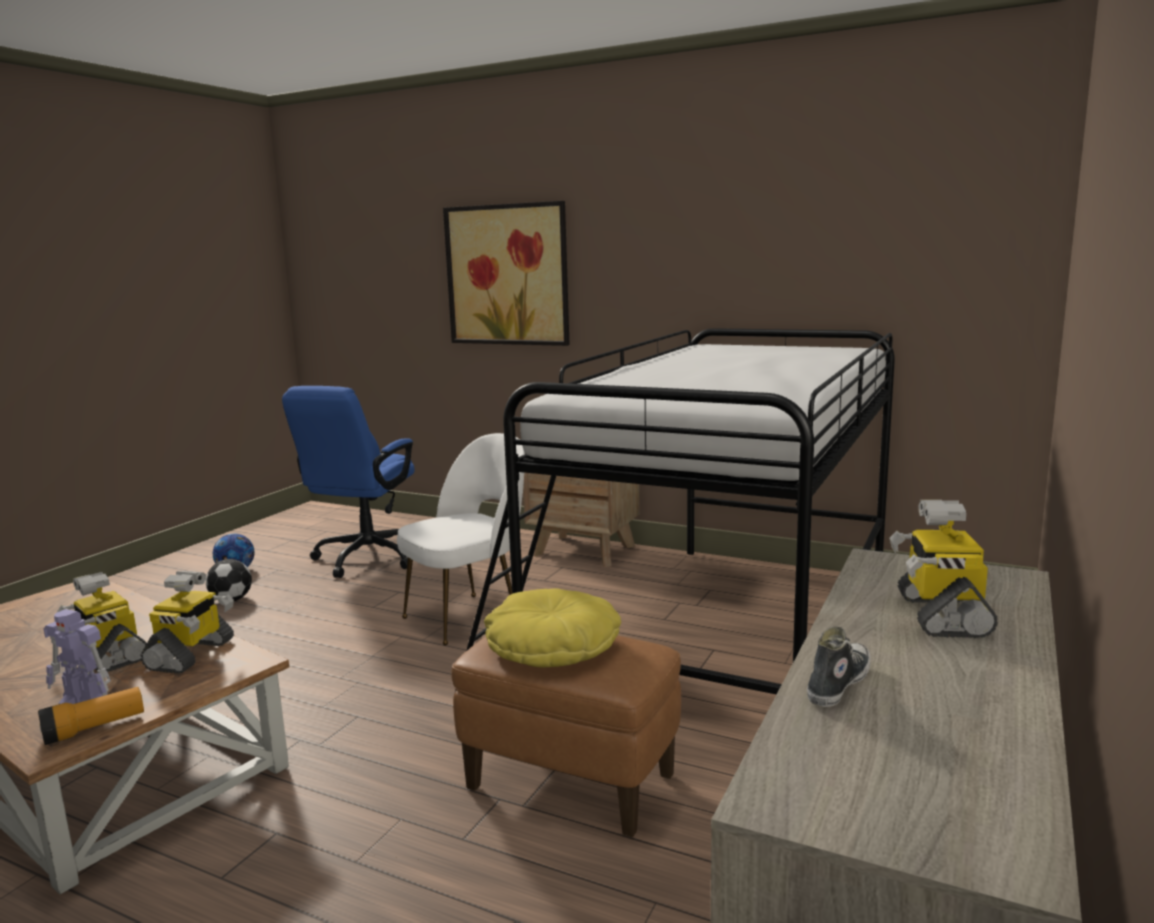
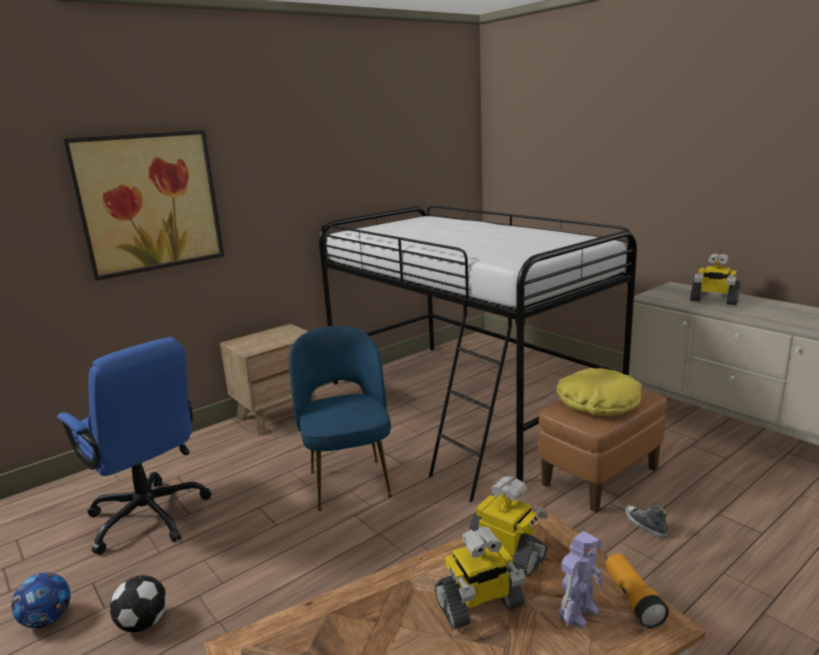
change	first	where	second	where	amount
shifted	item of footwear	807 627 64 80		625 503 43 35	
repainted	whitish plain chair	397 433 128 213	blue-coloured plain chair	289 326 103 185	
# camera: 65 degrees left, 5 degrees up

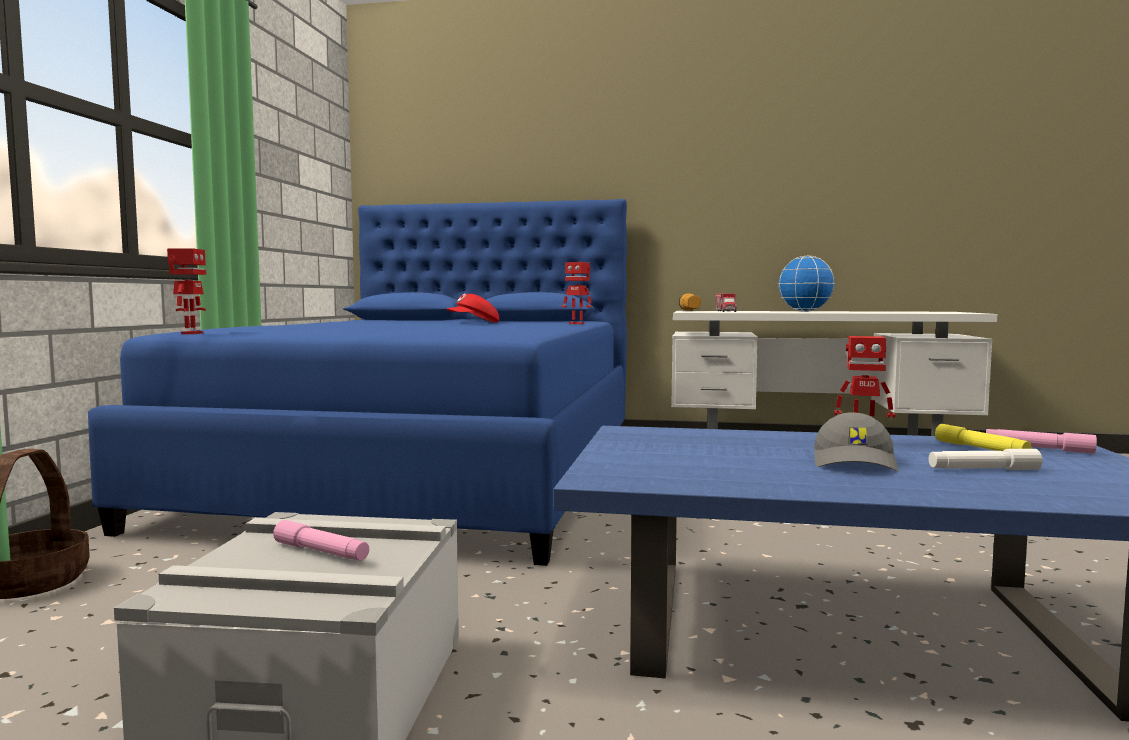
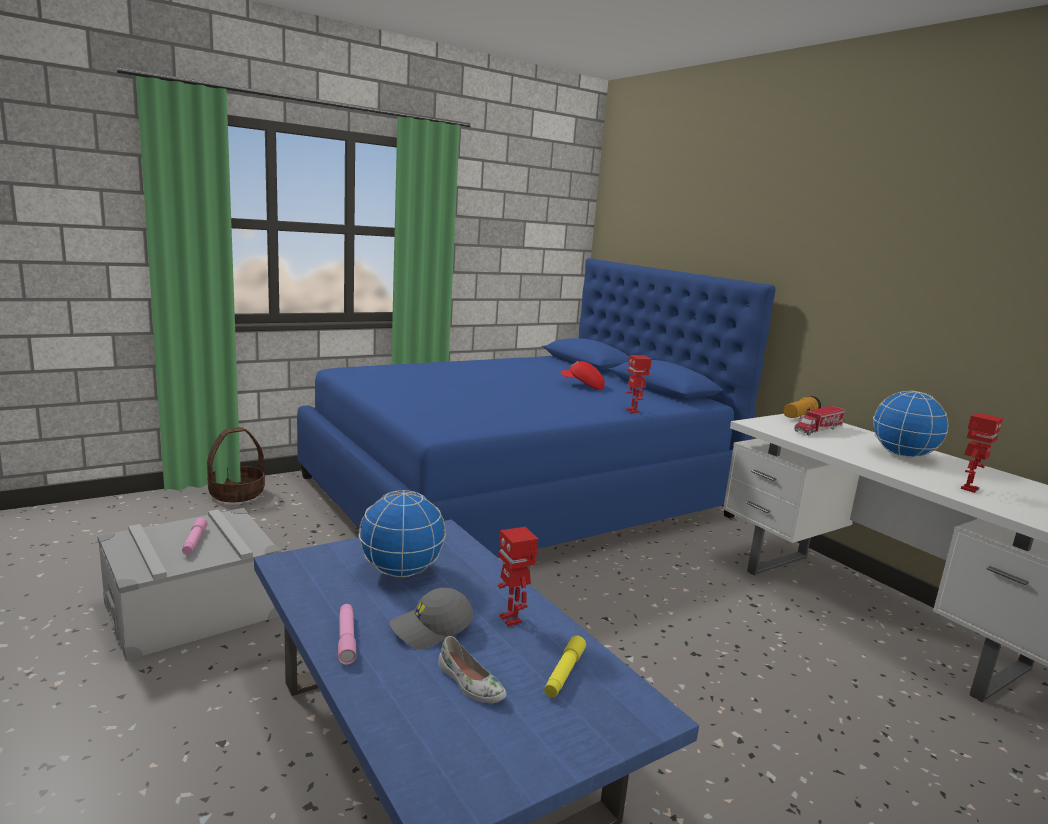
change	first	where	second	where	amount
new			globe	359 490 87 87	
shifted	toy robot	167 248 39 86		961 413 42 80	
shifted	pink-coloured flashlight	986 429 111 25		338 604 18 61	
swapped	whitish flashlight	929 449 114 21	whitish item of footwear	438 636 69 67	
# camera: 45 degrees right, 10 degrees up

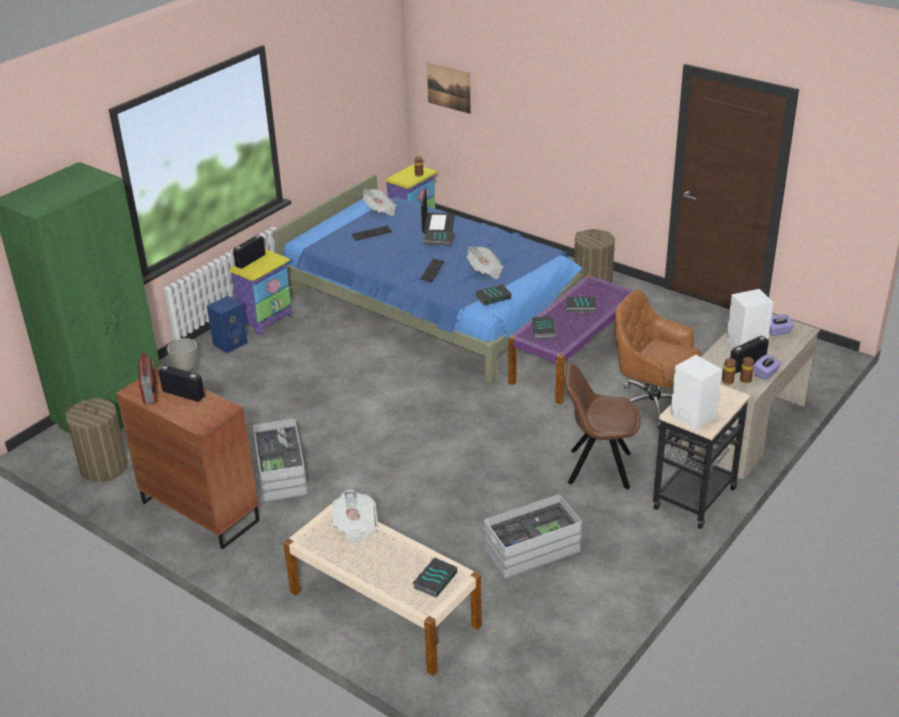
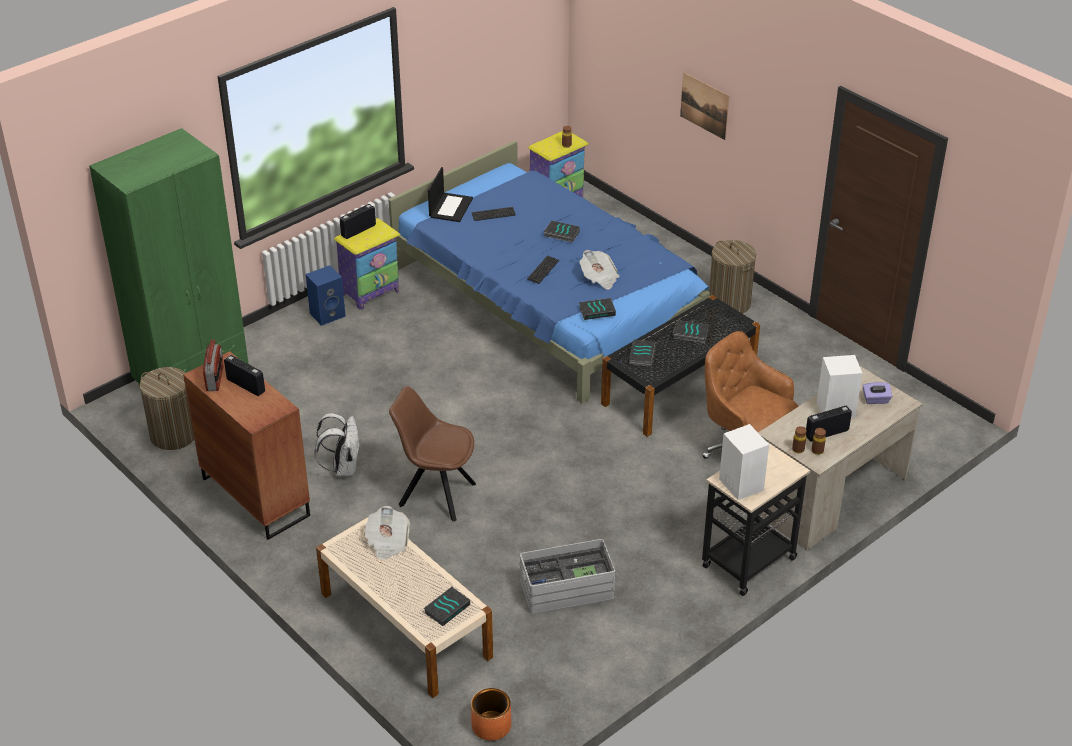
change	first	where	second	where	amount
gone	gray planter	167 338 31 34			
gone	newspaper	363 189 33 27			
gone	purple tissue holder	753 354 28 26			
new			orange planter	471 688 40 53	
shifted	portable computer	421 188 34 46		428 167 45 55	
shifted	wall art	427 62 44 52		680 72 49 68	
shifted	brown plain chair	564 363 77 126		389 386 87 135	
swapped	gray storage box	253 419 55 83	whitish backpack	314 413 46 64	
repainted	purple bench	508 275 126 130	blackish bench	601 295 159 142	
# camera: 10 degrees right, 5 degrees up

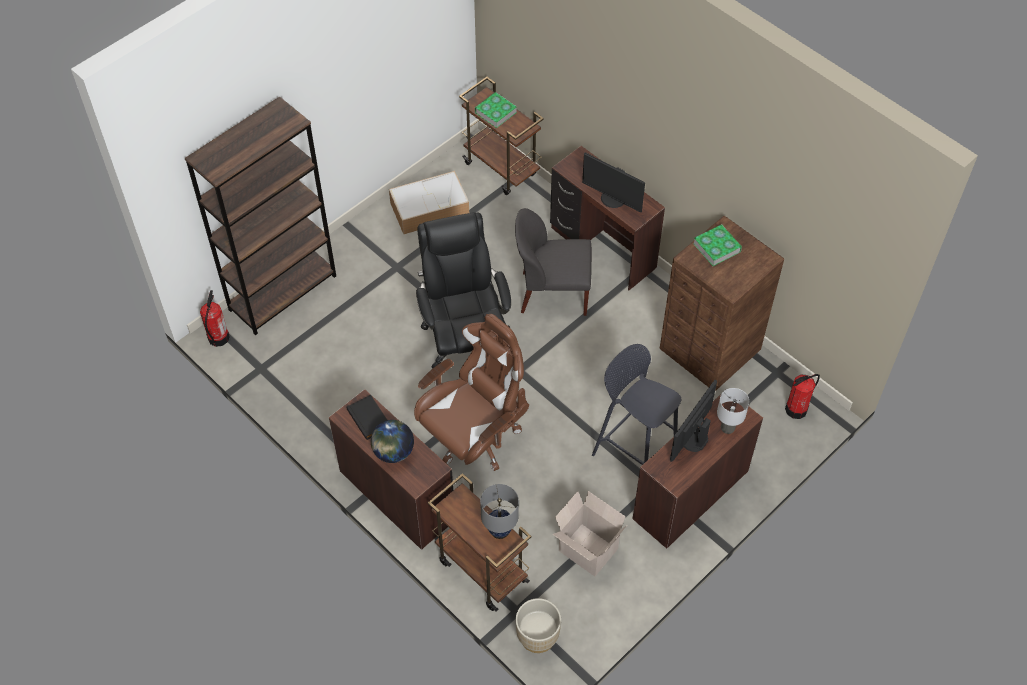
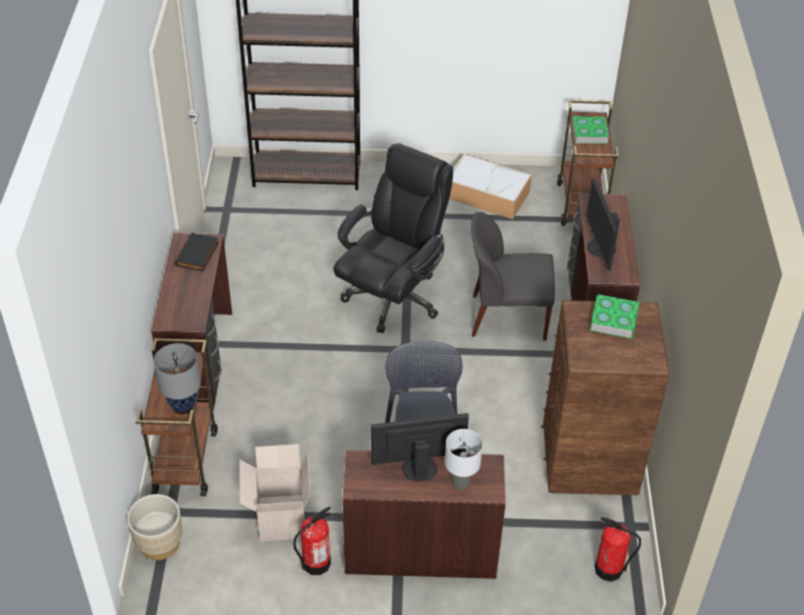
change	first	where	second	where	amount
gone	globe	371 420 43 43			
gone	brown desk chair	414 314 115 157			
shifted	fire extinguisher	200 290 30 57		293 506 38 69	
rotated	gray plain chair	515 208 77 108		471 212 84 129	45 degrees counterclockwise
# camera: 45 degrees right, 10 degrees down

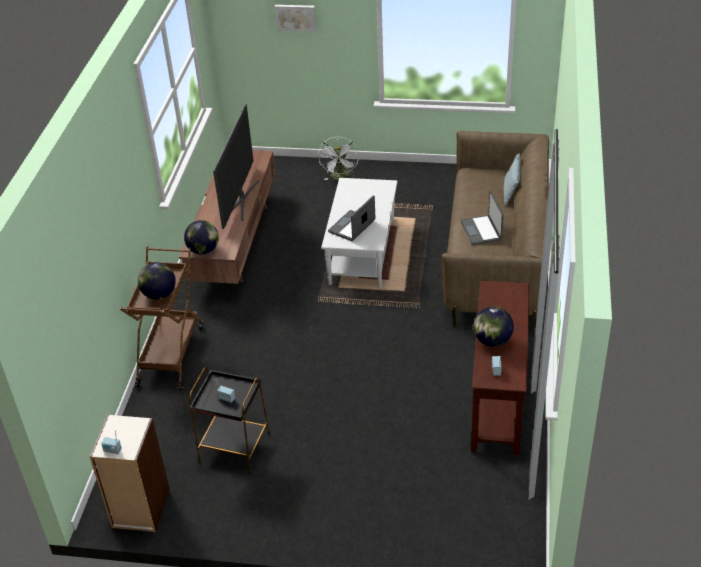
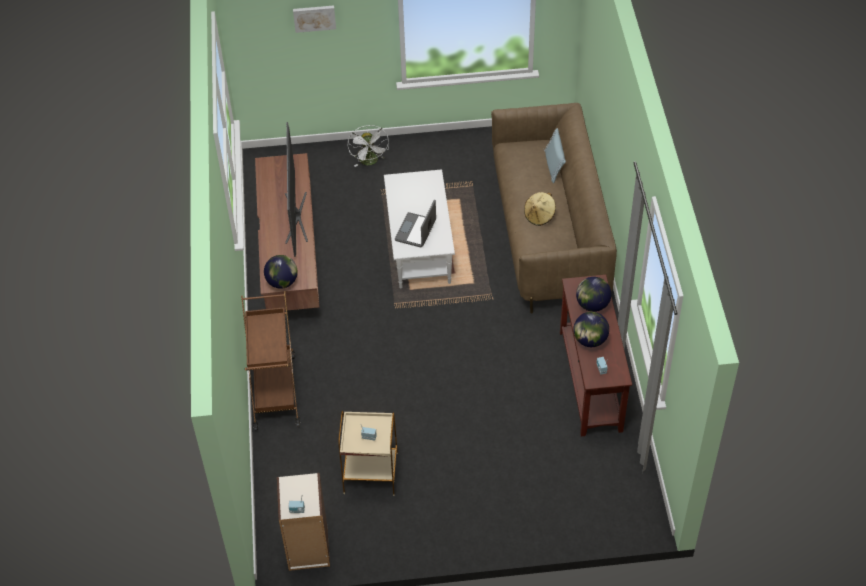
change	first	where	second	where	amount
shifted	globe	138 262 38 38		576 277 35 35	
swapped	portable computer	460 191 44 54	sand-coloured wearable hat	524 192 32 34	
repainted	blackish side table	189 366 81 108	sand-coloured side table	338 411 60 85	
# camera: 15 degrees left, 10 degrees up

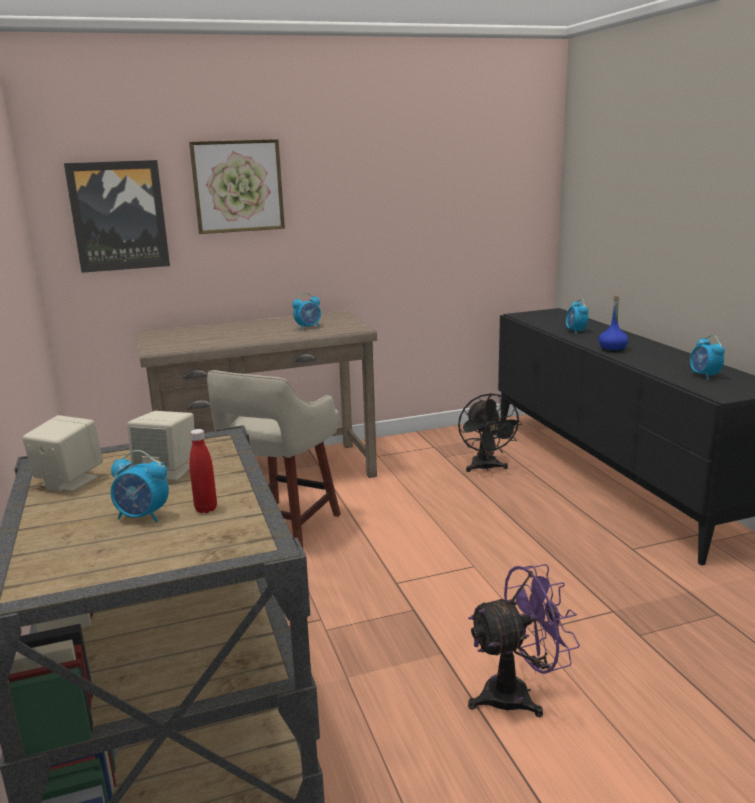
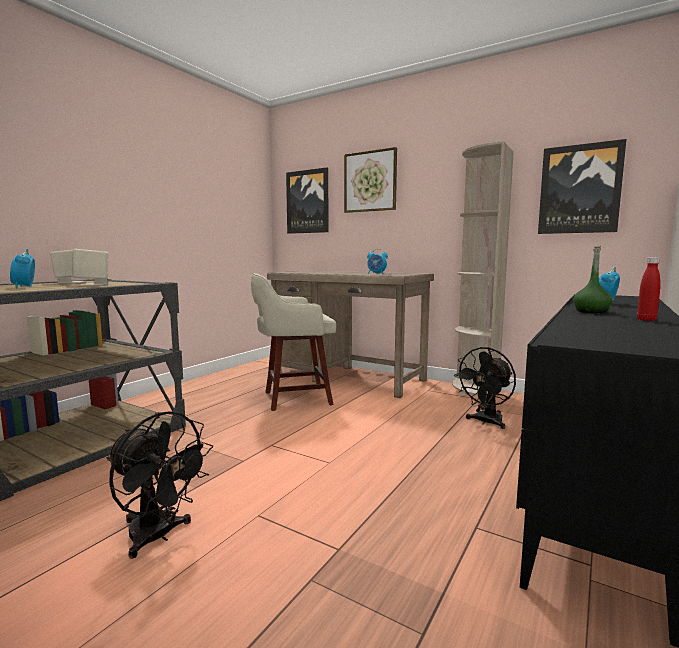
change	first	where	second	where	amount
gone	table clock	690 335 35 45			
new			sand-coloured shelving unit	452 141 62 255	
new			wall art	538 139 89 95	
shifted	red-coloured beverage bottle	189 429 28 84		637 257 24 64	
repainted	purple cooling fan	468 564 112 153	blackish cooling fan	107 411 106 148	
repainted	blue-coloured beverage bottle	599 295 30 57	green-coloured beverage bottle	573 246 39 67	
# camera: 50 degrees right, 10 degrees down

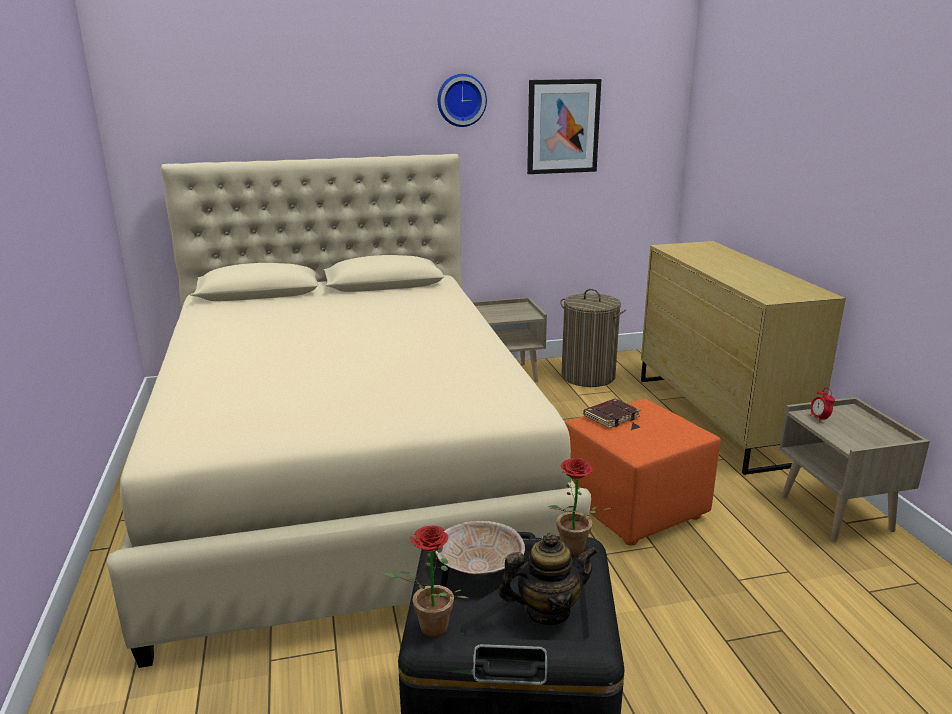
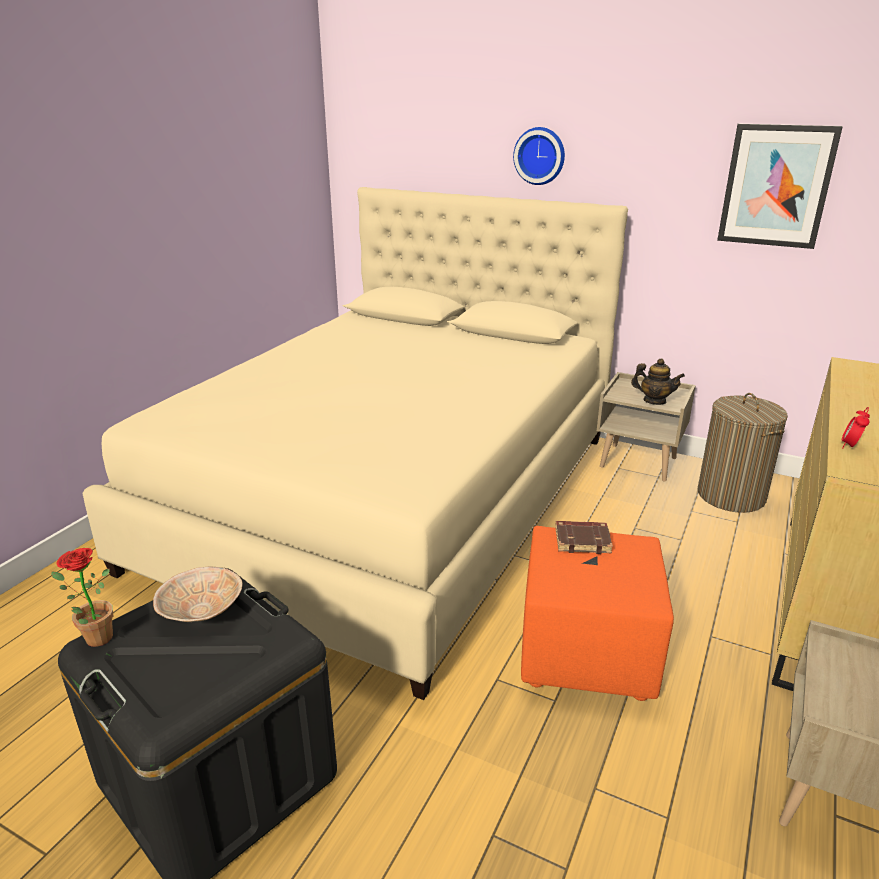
change	first	where	second	where	amount
gone	potted plant	548 458 64 97			
shifted	wall clock	438 74 49 53		513 127 52 58	
shifted	teapot	499 533 99 93		631 358 54 47	
shifted	table clock	810 388 25 35		842 407 28 42	
# camera: 40 degrees right, 5 degrees up

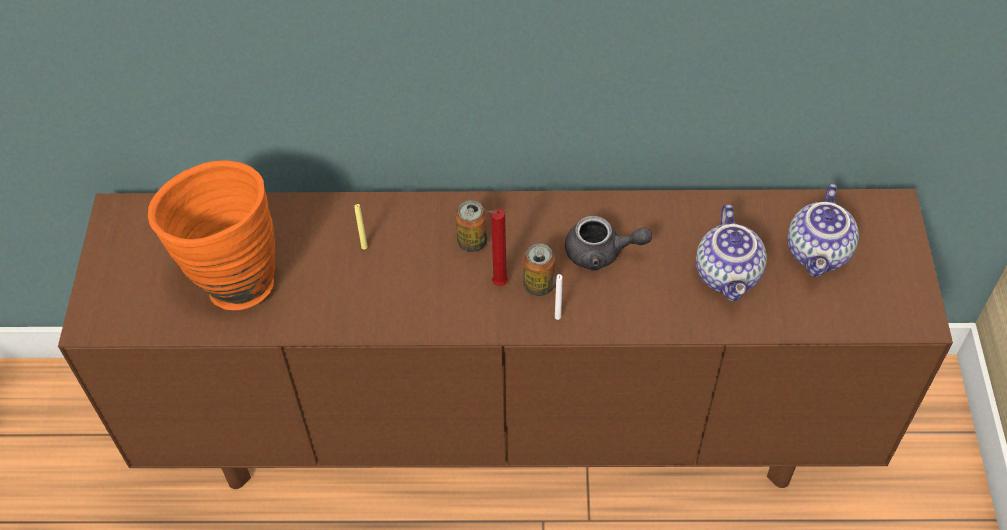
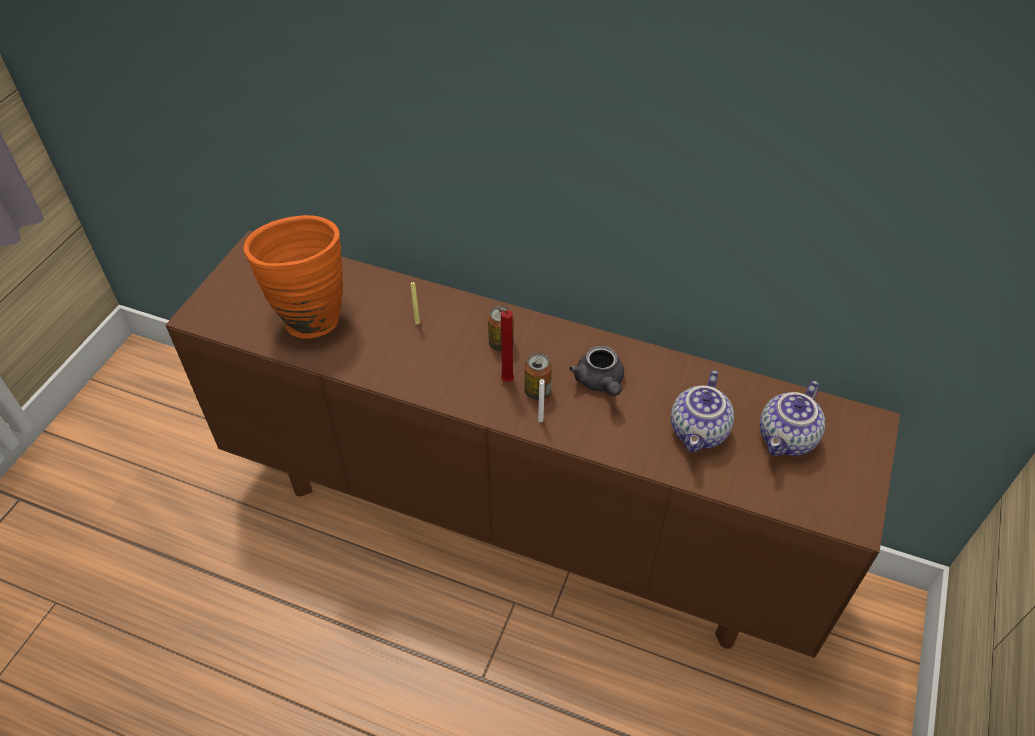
change	first	where	second	where	amount
rotated	gray teapot	565 216 87 55		569 346 55 50	45 degrees clockwise
# camera: 20 degrees right, 5 degrees down

